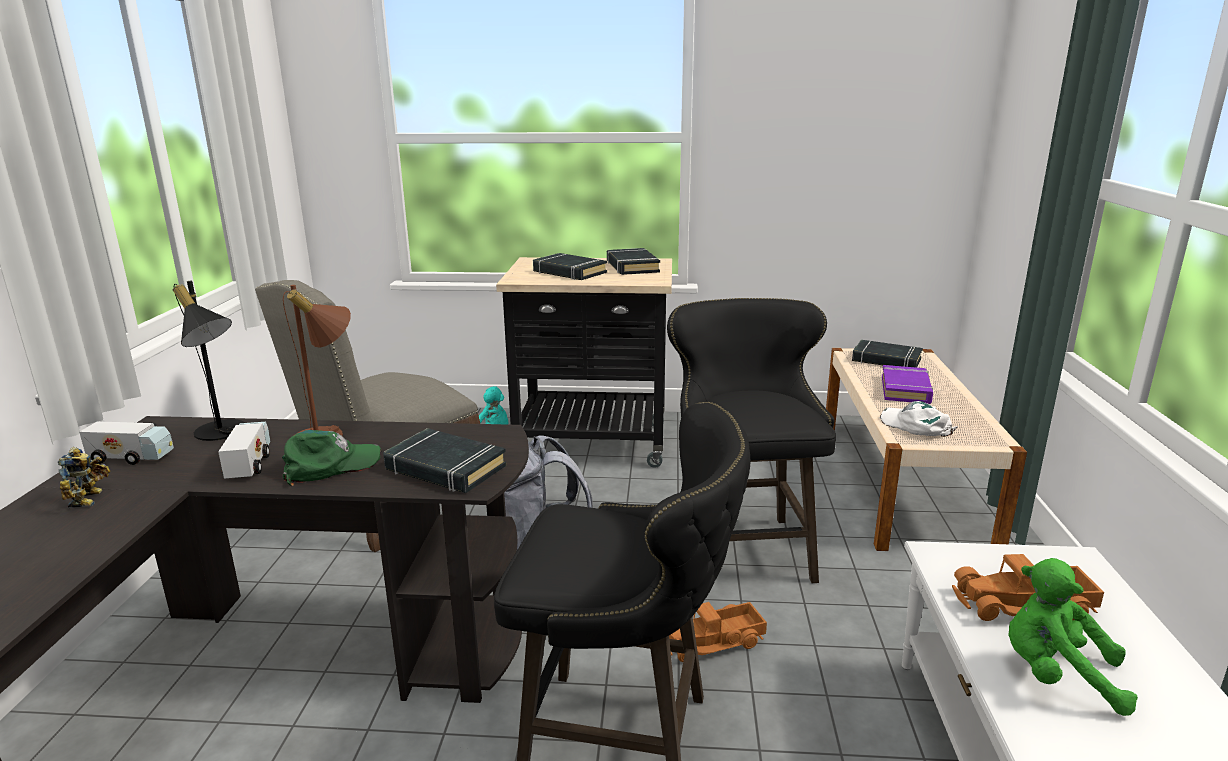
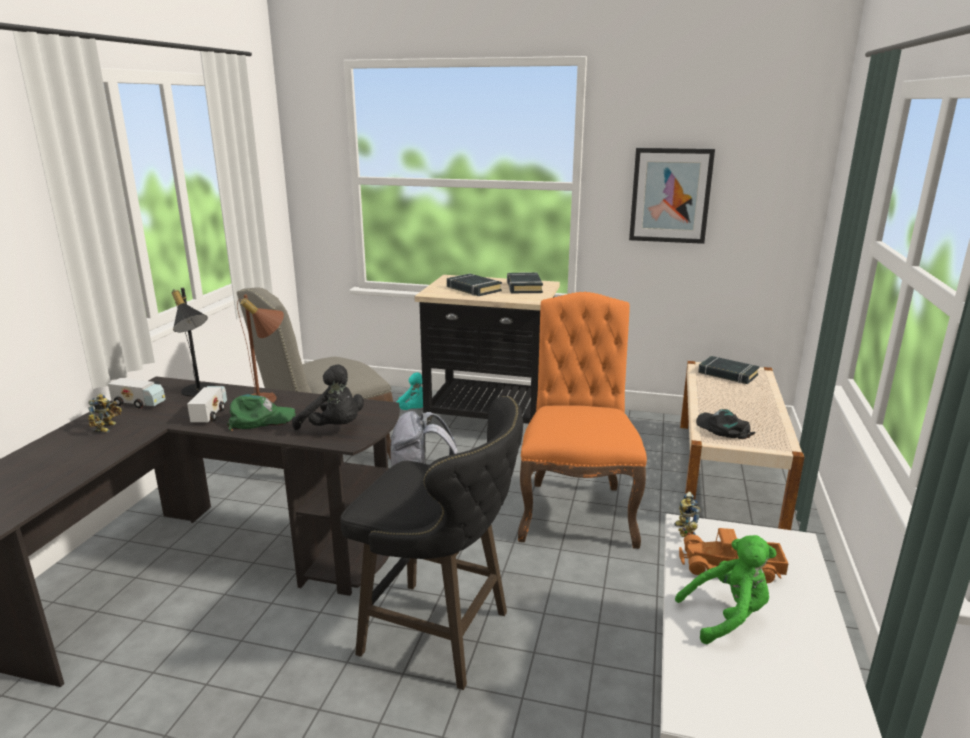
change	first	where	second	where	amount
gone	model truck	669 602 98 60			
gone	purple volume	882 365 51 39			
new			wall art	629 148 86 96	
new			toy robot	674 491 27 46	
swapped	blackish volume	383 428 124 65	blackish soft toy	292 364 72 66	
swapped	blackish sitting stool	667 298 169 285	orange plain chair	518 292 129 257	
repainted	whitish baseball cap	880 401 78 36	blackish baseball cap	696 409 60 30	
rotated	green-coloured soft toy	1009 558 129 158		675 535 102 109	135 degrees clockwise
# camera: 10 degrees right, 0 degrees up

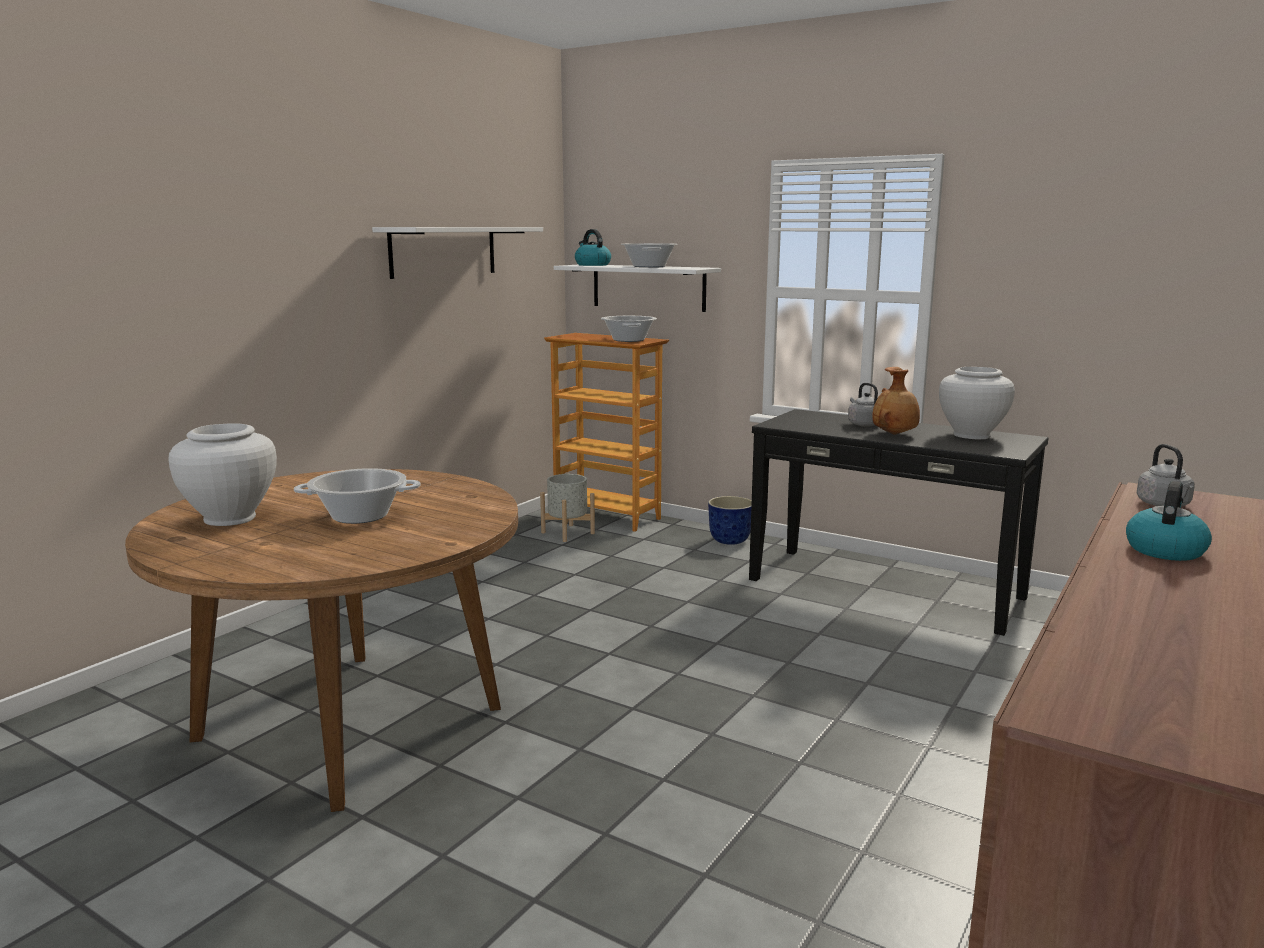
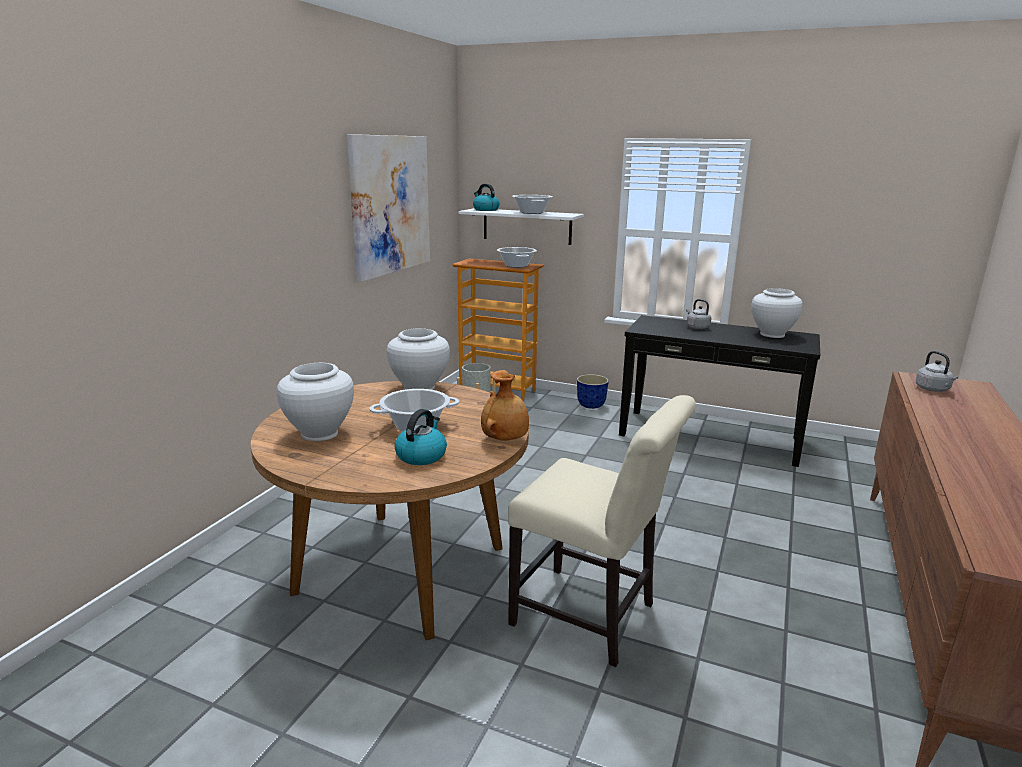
change	first	where	second	where	amount
new			whitish decorative vase	387 328 63 62	
new			sand-coloured plain chair	508 395 188 272	
shifted	brown decorative vase	872 367 48 68		481 370 48 71	
shifted	water kettle	1126 481 86 80		395 409 52 56	
swapped	whitish bracket shelf	372 227 171 52	wall art	347 134 83 148	
# camera: 10 degrees left, 5 degrees up

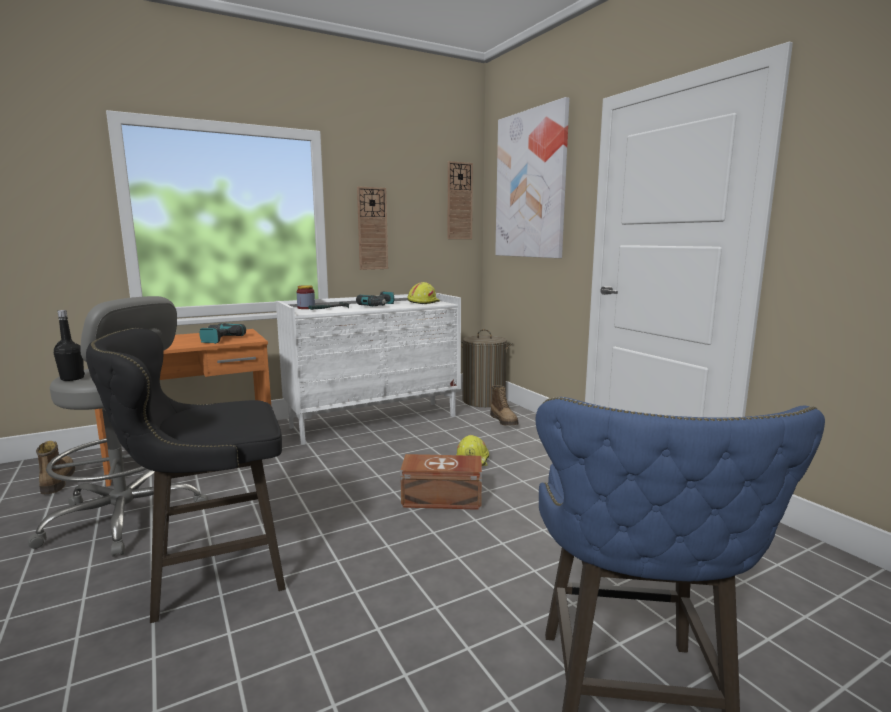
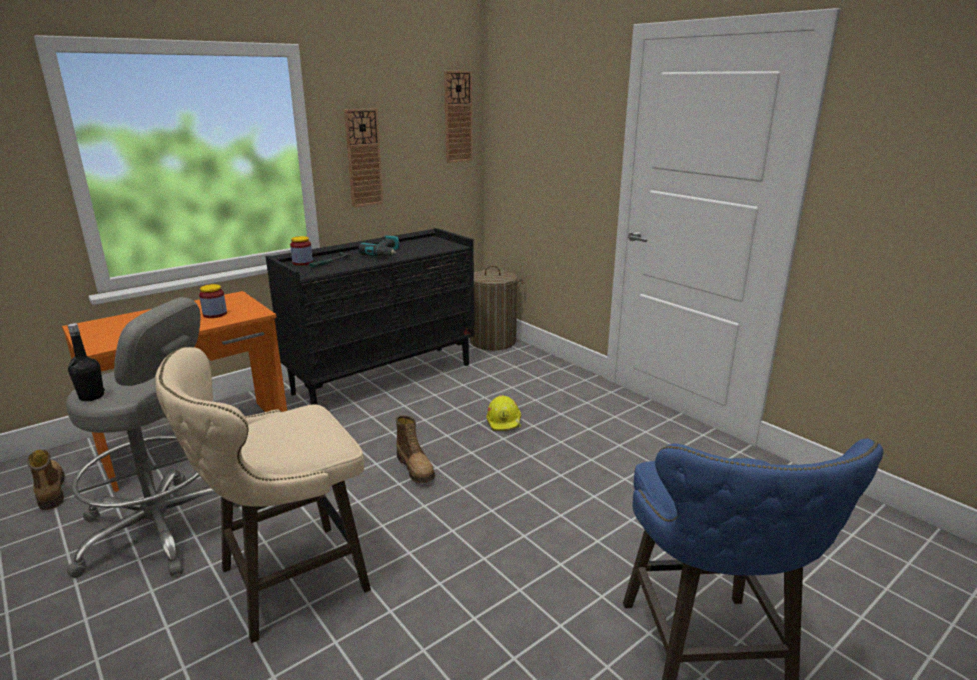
change	first	where	second	where	amount
gone	brown storage box	400 454 82 56			
gone	yellow safety helmet	408 282 32 22			
gone	wall art	495 97 75 161			
shifted	tall boot	490 385 29 41		396 415 39 68	
swapped	drill	199 323 47 21	jar	199 284 28 34	
repainted	blackish sitting stool	86 328 200 295	sand-coloured sitting stool	155 347 216 296	
repainted	whitish cabinet	276 293 185 151	blackish cabinet	266 228 208 177	
# camera: 10 degrees left, 10 degrees up

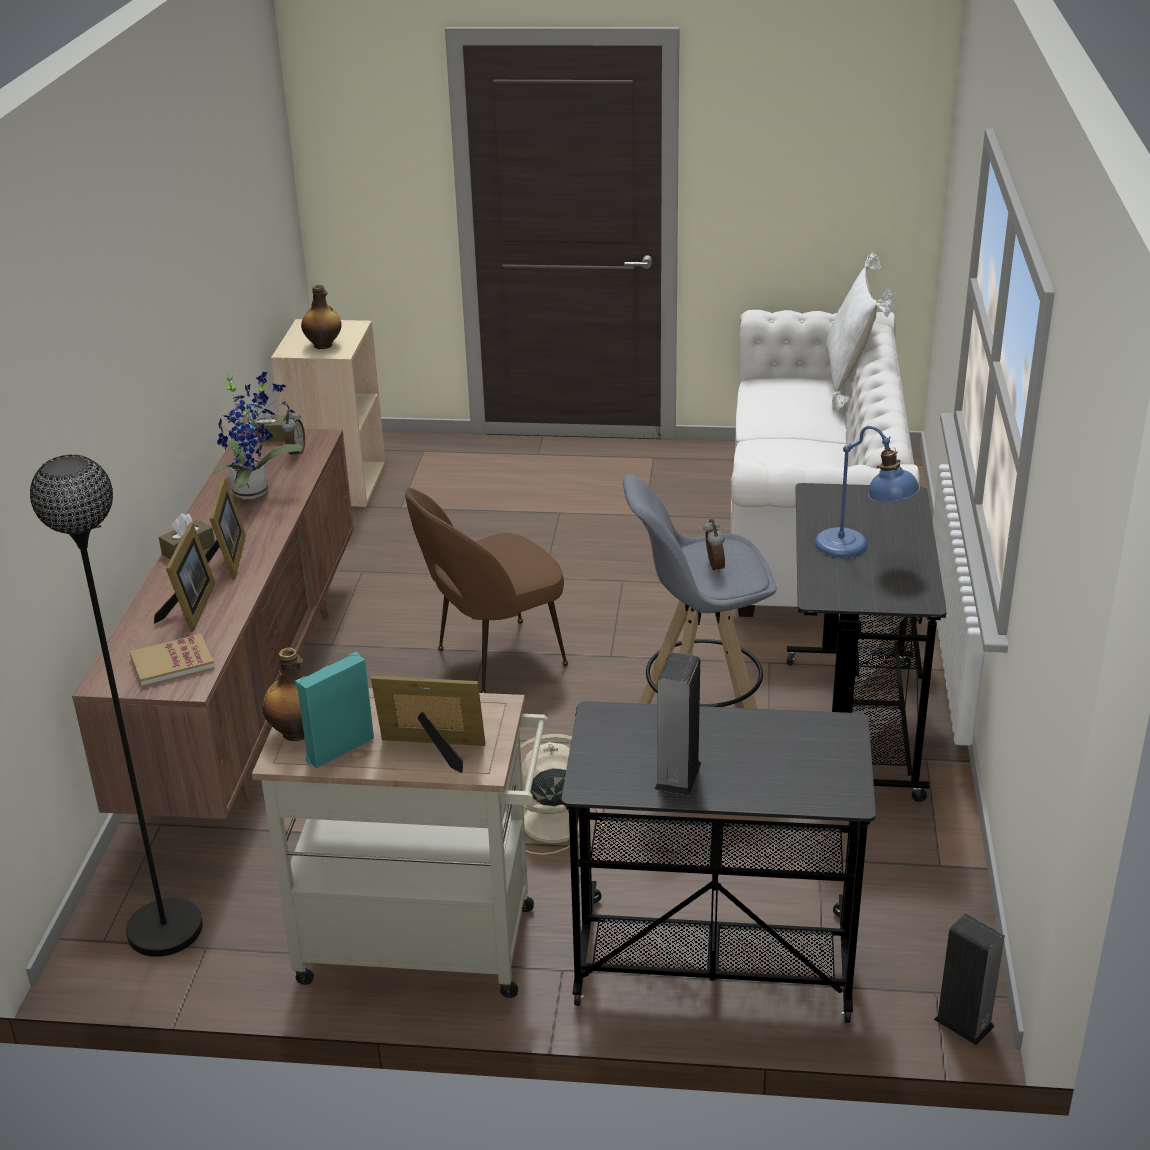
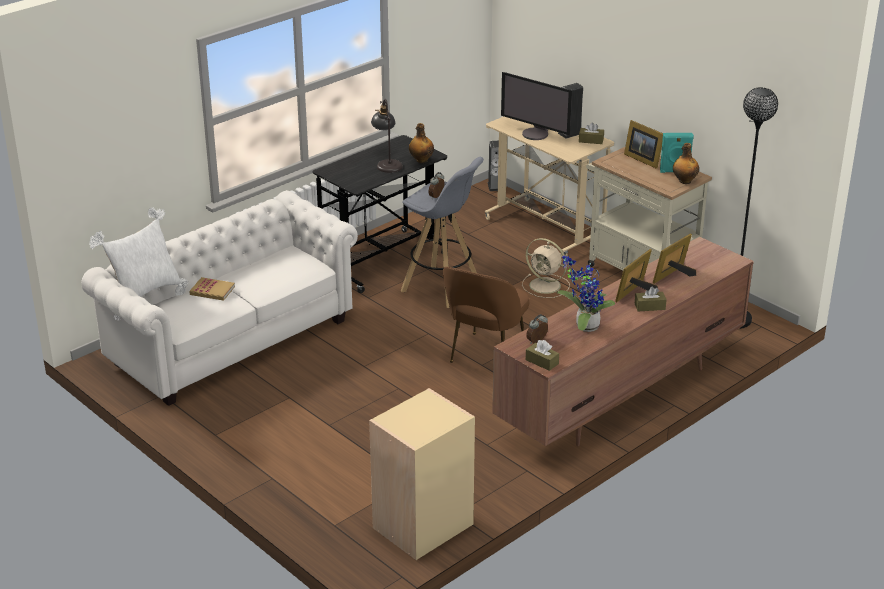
change	first	where	second	where	amount
new			computer screen	501 72 71 68	
new			brown tissue holder	579 123 25 21	
shifted	volume	130 634 85 54		190 277 45 24	
shifted	beverage bottle	301 285 41 64		409 123 25 40	
repainted	blackish desk table	560 701 316 322	sand-coloured desk table	485 117 129 140	
repainted	blue-coloured lamp for a table	815 426 105 132	gray lamp for a table	371 99 32 74	
rotated	brown plain chair	405 488 163 205		443 267 87 96	105 degrees clockwise
# camera: 140 degrees left, 0 degrees up

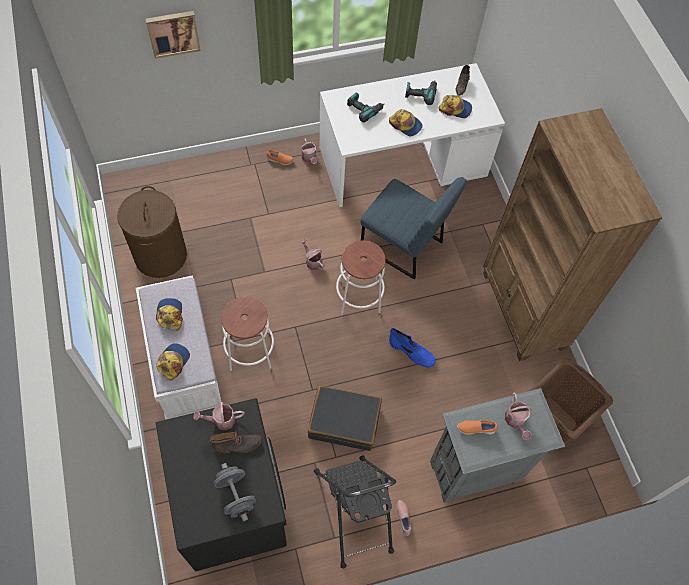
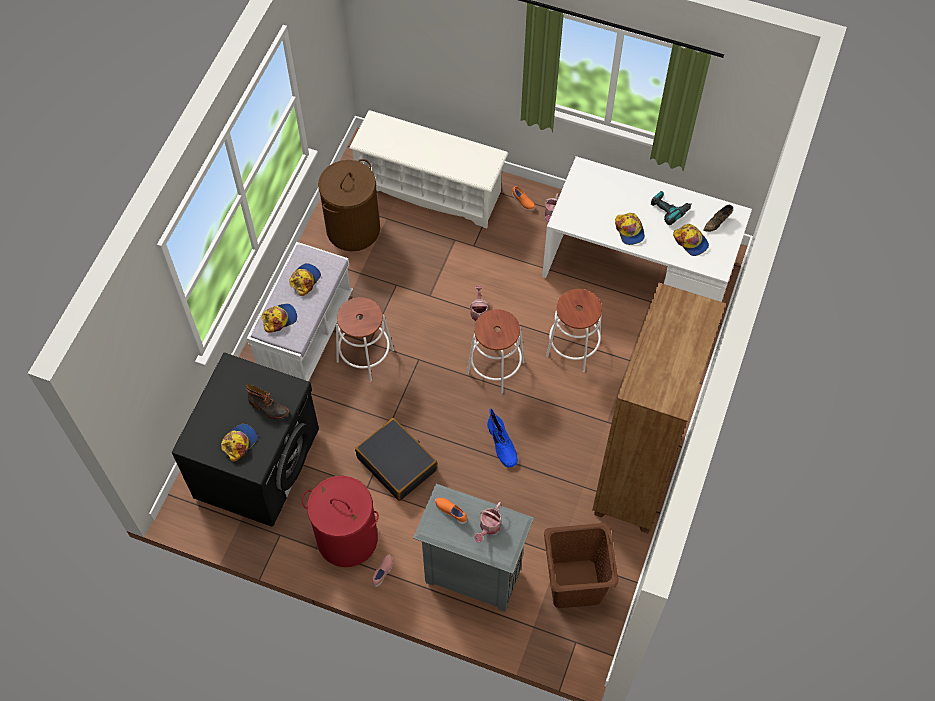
change	first	where	second	where	amount
gone	wall art	146 11 55 48			
gone	watering pot	193 402 51 28			
gone	drill	347 92 37 31			
new			whitish shoe rack	349 110 159 118	
swapped	gray hand weight	213 463 43 58	baseball cap	221 424 37 38	
swapped	stepladder	314 456 82 112	red-coloured hamper	301 476 78 91	
swapped	blue-coloured plain chair	361 177 106 103	whitish sitting stool	546 289 56 83	
# camera: 40 degrees right, 0 degrees up

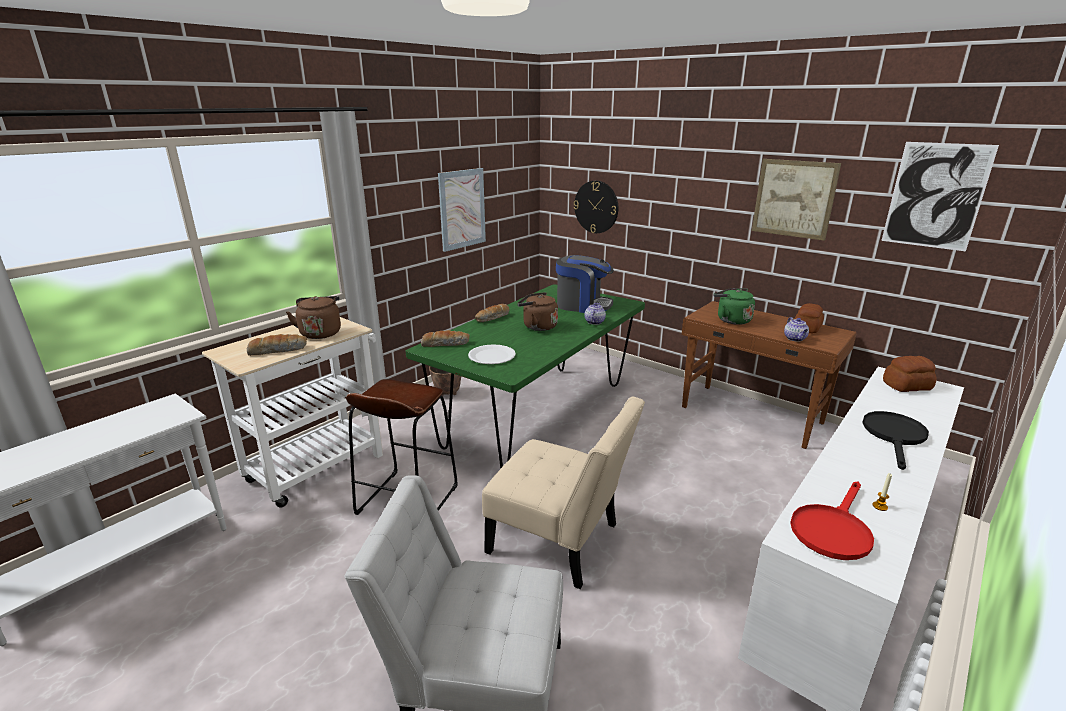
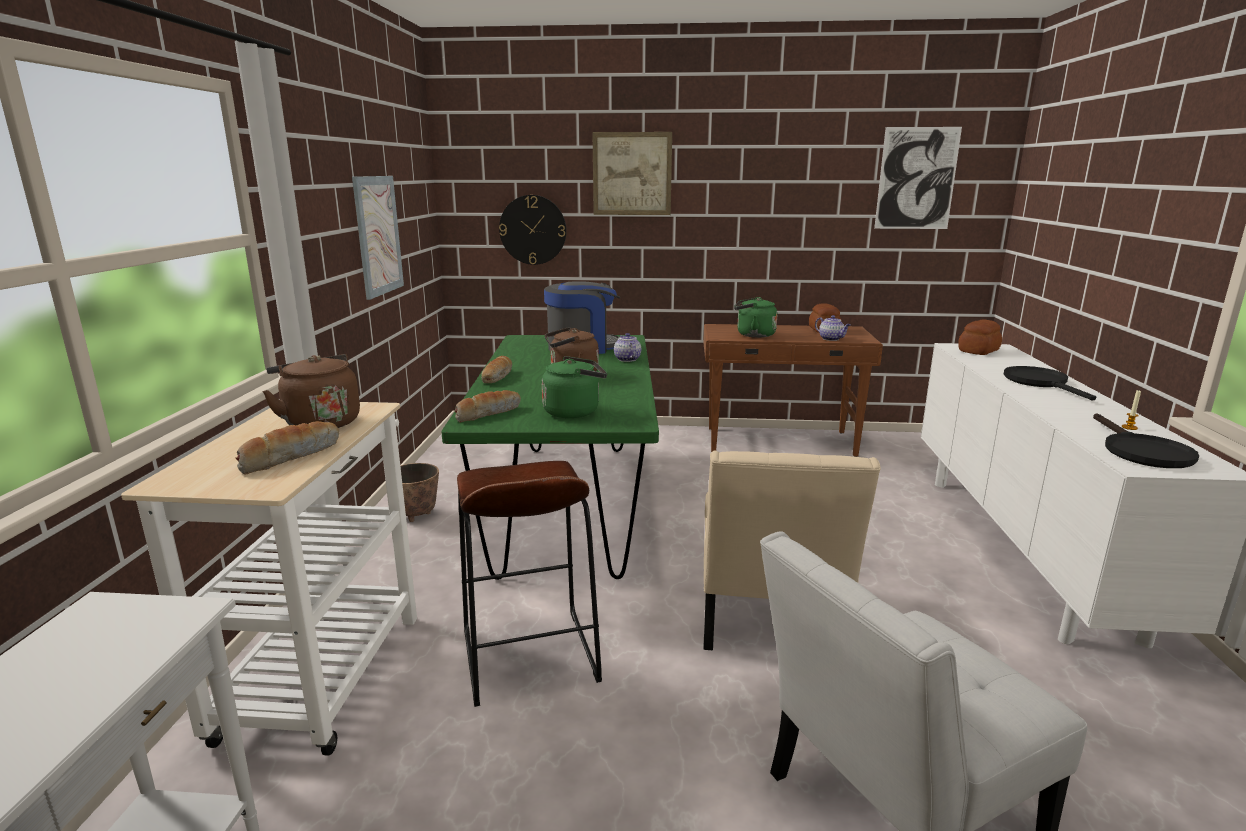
change	first	where	second	where	amount
shifted	wall art	752 159 89 82		592 132 80 83	
swapped	whitish flat dish	468 344 48 20	green-coloured water kettle	542 356 65 62	
repainted	red-coloured pan	790 481 84 79	blackish pan	1093 413 106 55	
rotated	sand-coloured plain chair	482 397 163 192		704 451 177 199	105 degrees clockwise
# camera: 35 degrees left, 5 degrees down

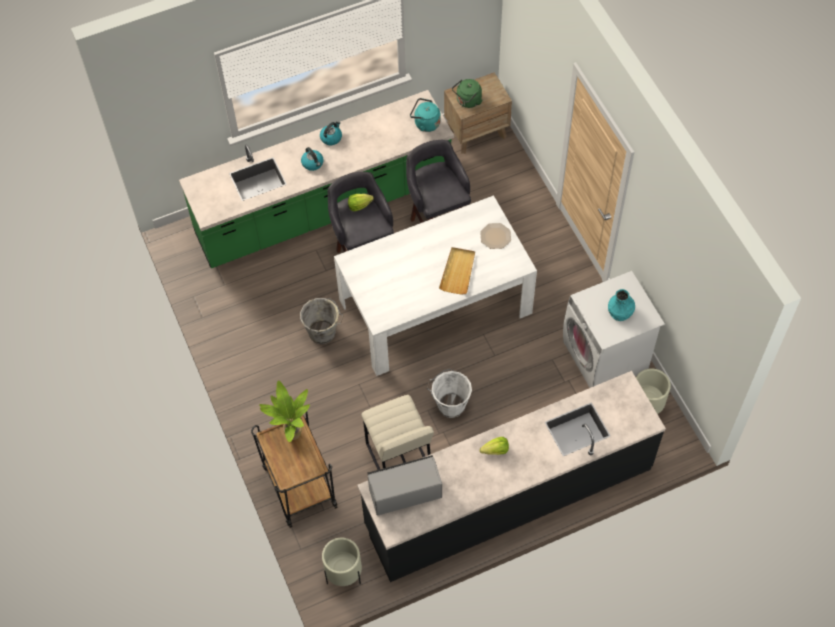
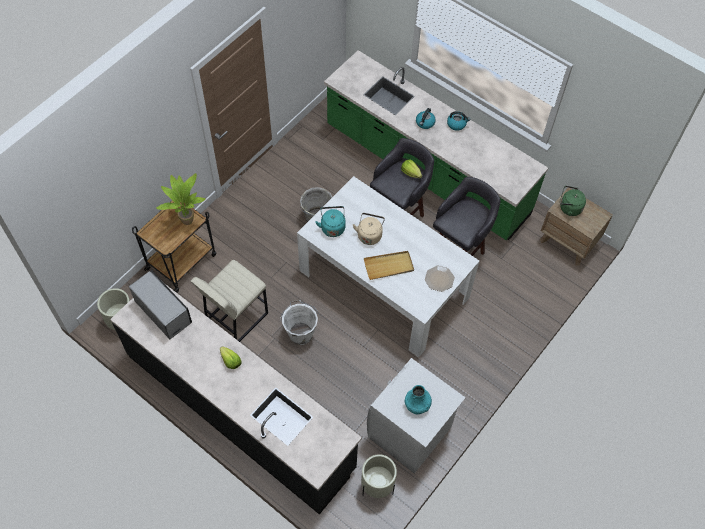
change	first	where	second	where	amount
new			sand-coloured water kettle	353 213 32 32	
shifted	turquoise-coloured water kettle	410 98 31 34		315 206 31 31	
# camera: 60 degrees right, 0 degrees up

